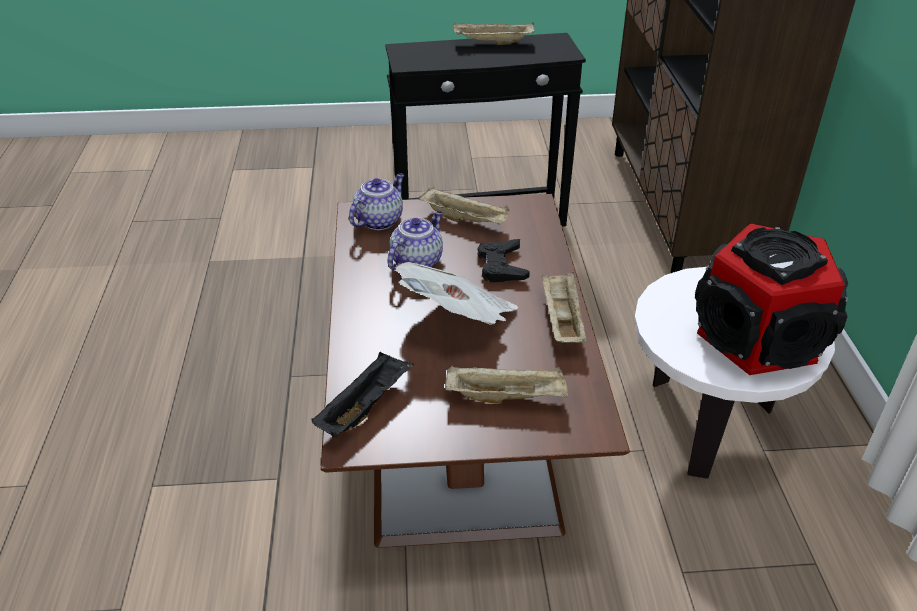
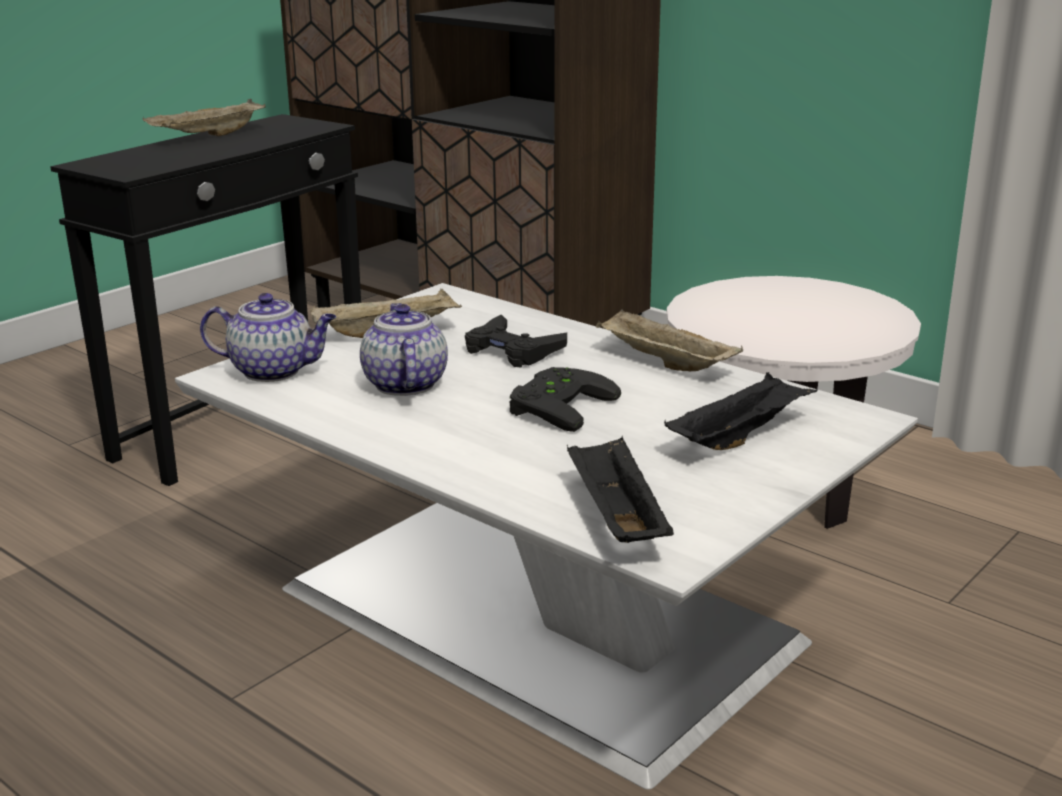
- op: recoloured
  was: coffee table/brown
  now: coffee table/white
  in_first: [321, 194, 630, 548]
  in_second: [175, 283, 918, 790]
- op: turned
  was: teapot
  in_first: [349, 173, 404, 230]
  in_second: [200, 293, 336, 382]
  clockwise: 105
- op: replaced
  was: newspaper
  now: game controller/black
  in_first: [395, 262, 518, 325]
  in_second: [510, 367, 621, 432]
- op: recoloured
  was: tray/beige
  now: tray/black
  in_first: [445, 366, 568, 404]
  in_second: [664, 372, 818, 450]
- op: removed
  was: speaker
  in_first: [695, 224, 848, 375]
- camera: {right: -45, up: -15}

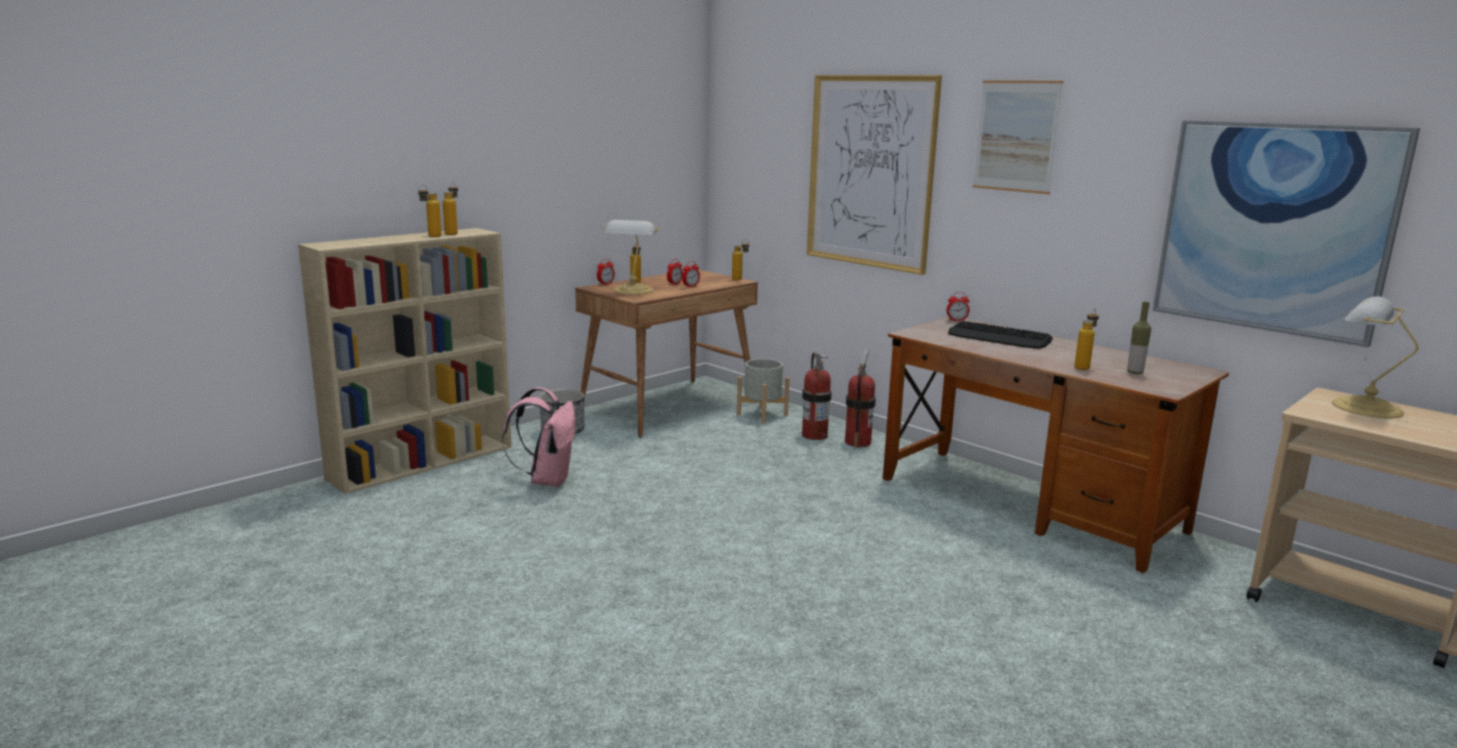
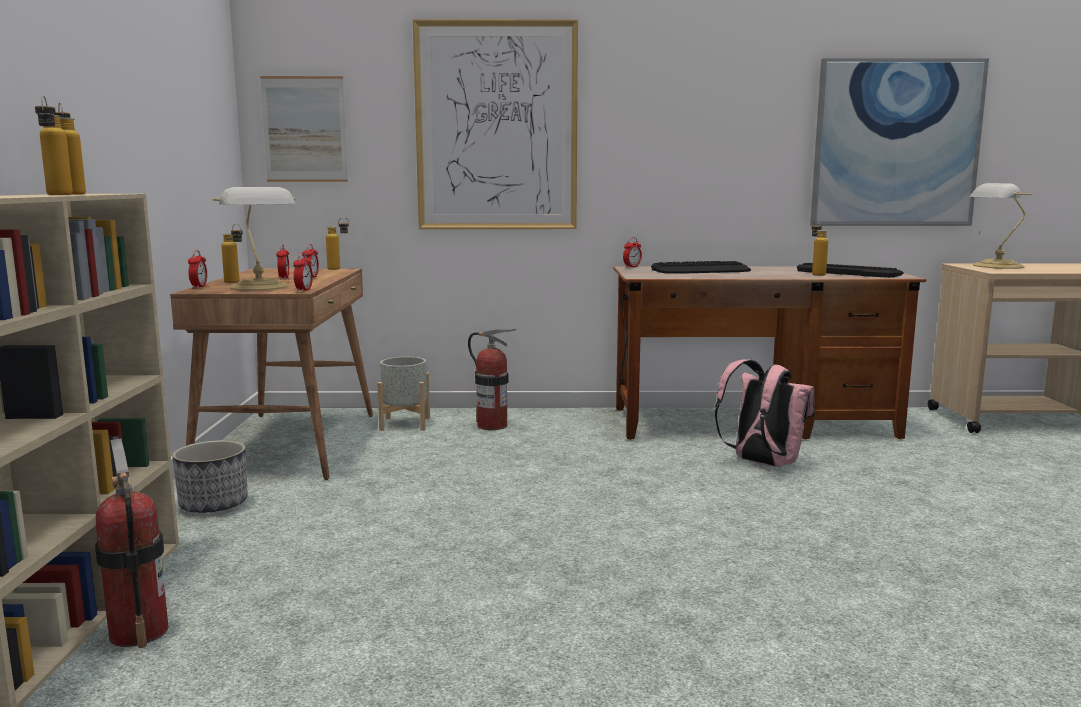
- op: moved
  was: backpack/pink
  in_first: [502, 387, 575, 487]
  in_second: [715, 359, 815, 467]
- op: moved
  was: fire extinguisher
  in_first: [845, 349, 876, 448]
  in_second: [95, 439, 168, 648]
- op: moved
  was: picture
  in_first: [973, 80, 1063, 194]
  in_second: [260, 76, 348, 182]
- op: replaced
  was: bottle
  now: keyboard
  in_first: [1127, 302, 1151, 374]
  in_second: [797, 263, 904, 278]
- op: added
  now: alarm clock
  in_second: [293, 252, 313, 292]
- camera: {right: -45, up: -5}

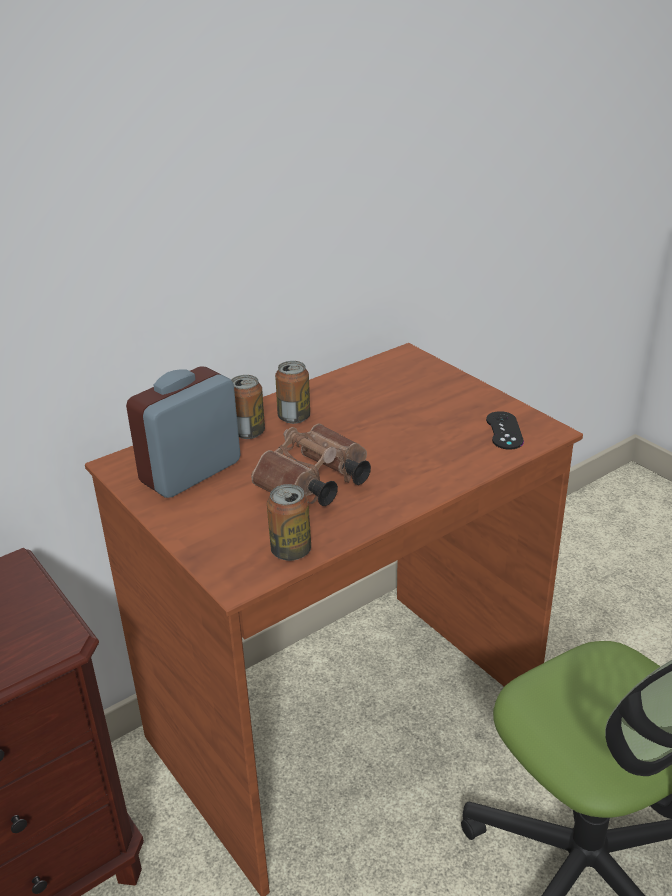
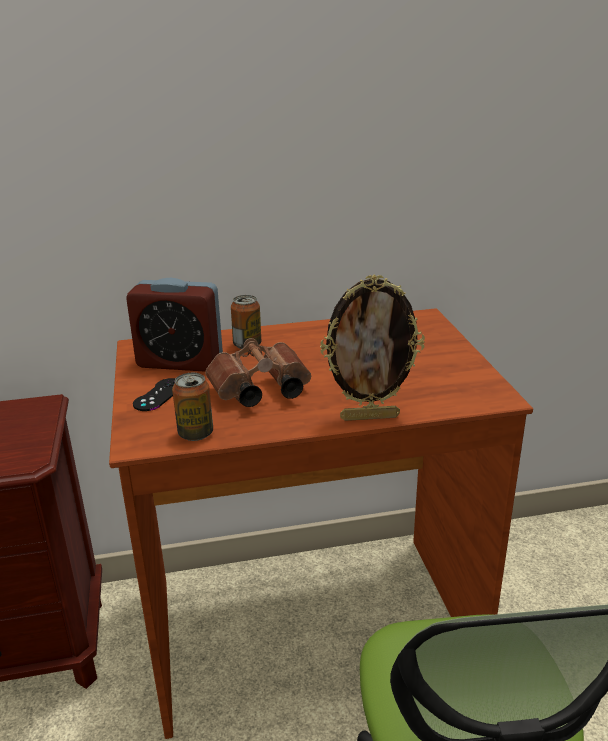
- op: turned
  was: alarm clock
  in_first: [126, 367, 241, 498]
  in_second: [126, 278, 223, 372]
  clockwise: -150
- op: removed
  was: can
  in_first: [275, 361, 310, 424]
- op: moved
  was: game controller/black
  in_first: [486, 411, 524, 450]
  in_second: [133, 378, 176, 411]
- op: added
  now: picture frame
  in_second: [320, 274, 425, 421]
- camera: {right: 25, up: -5}

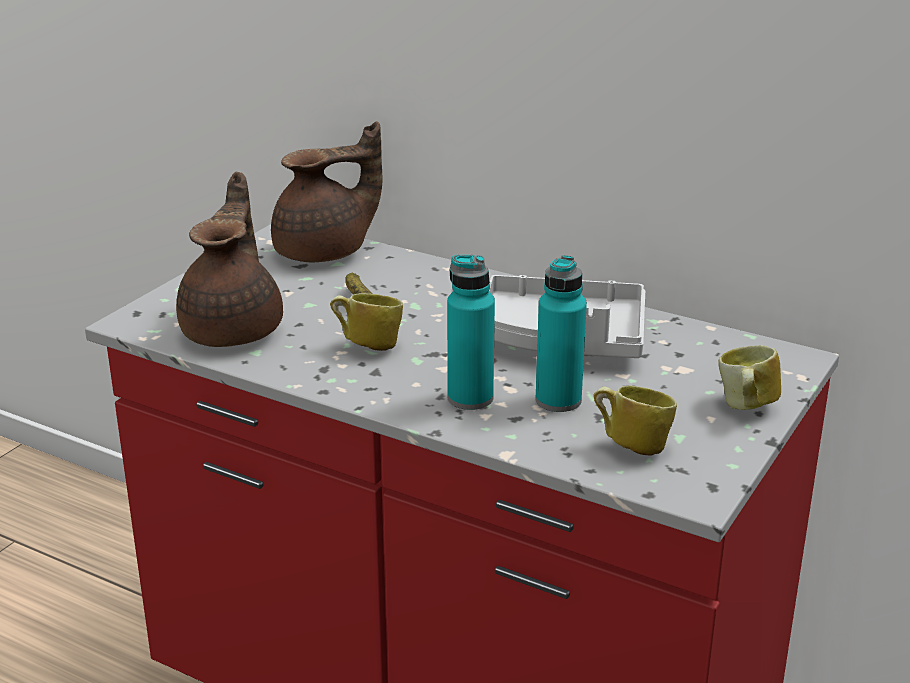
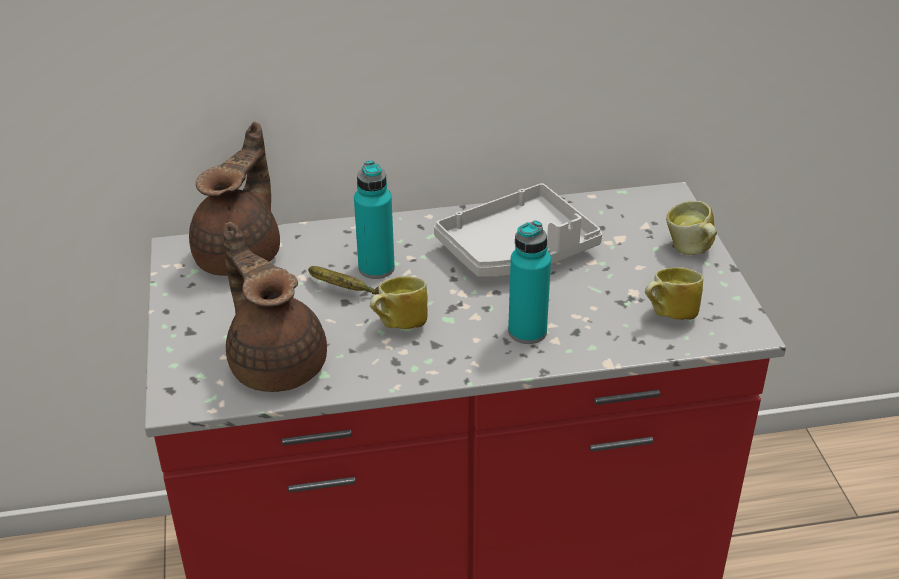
- op: moved
  was: bottle/turquoise
  in_first: [536, 255, 587, 412]
  in_second: [354, 161, 395, 279]
- camera: {right: -40, up: 10}

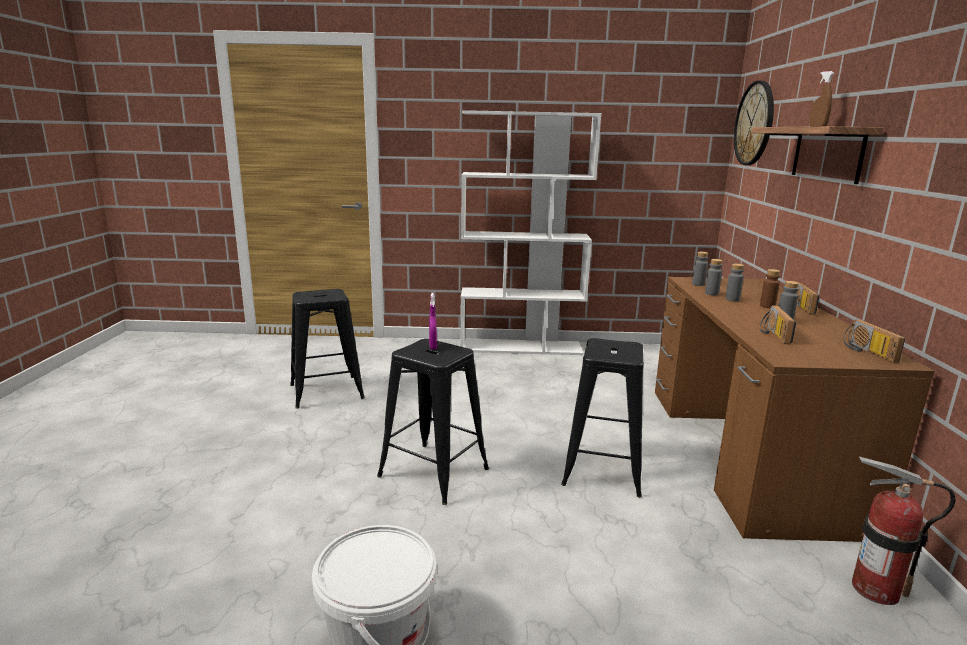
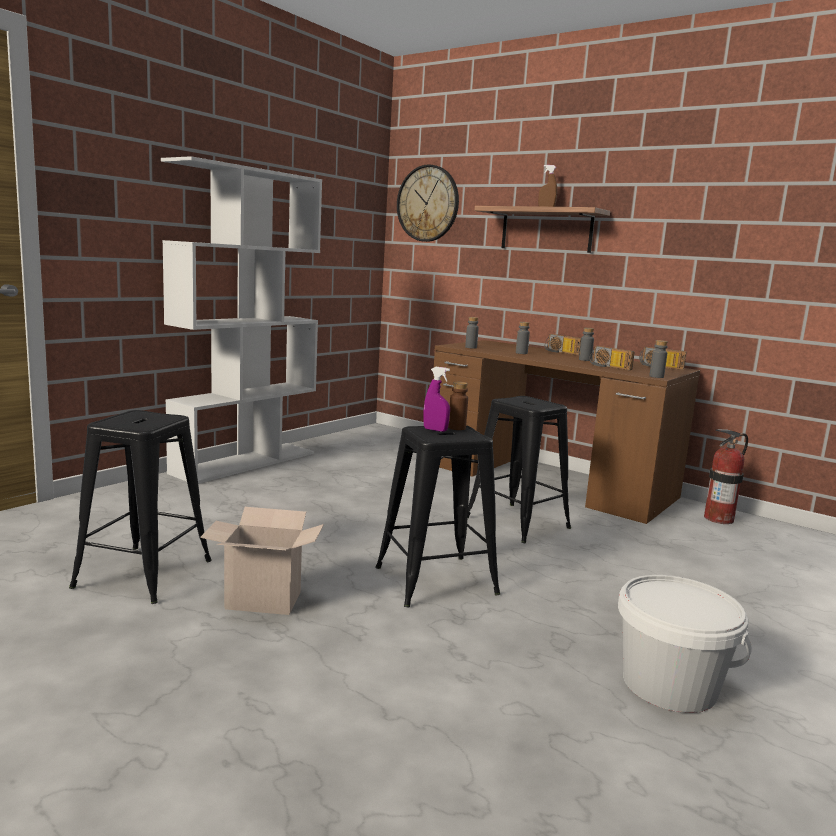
- op: moved
  was: bottle/grey
  in_first: [705, 259, 723, 295]
  in_second: [649, 340, 668, 378]
- op: moved
  was: bottle/brown
  in_first: [760, 269, 780, 308]
  in_second: [448, 382, 468, 430]
- op: added
  now: cardboard box
  in_second: [200, 507, 324, 615]
- camera: {right: -55, up: -5}

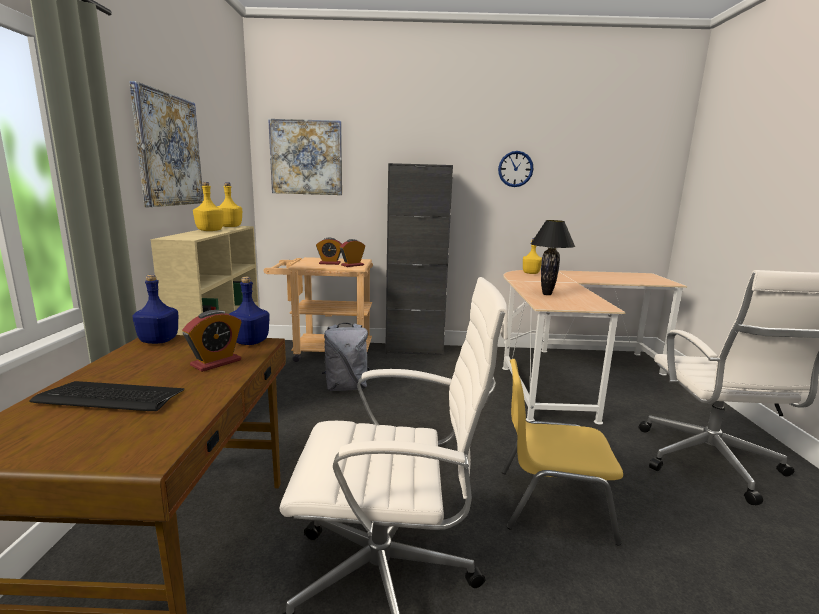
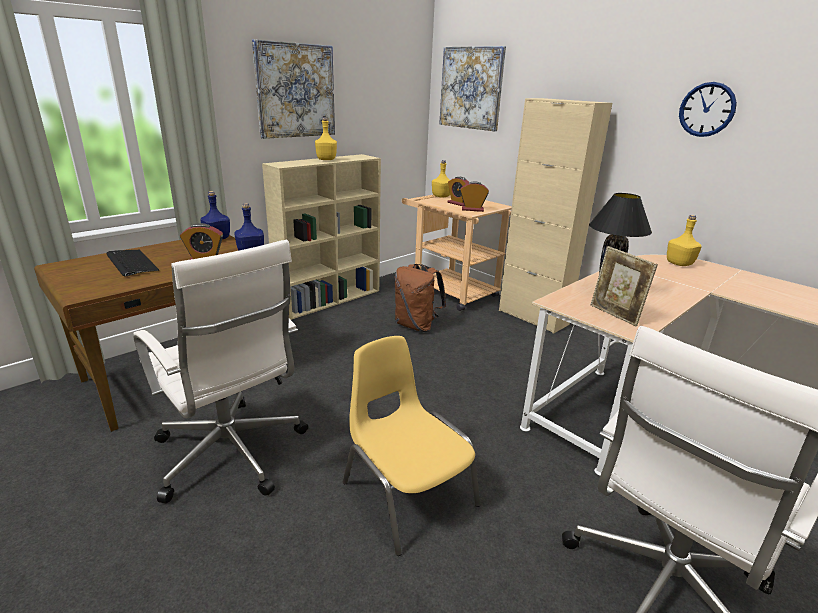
- op: moved
  was: bottle/yellow
  in_first: [217, 182, 242, 227]
  in_second: [432, 160, 450, 197]
- op: recoloured
  was: backpack/grey
  now: backpack/brown
  in_first: [322, 323, 370, 391]
  in_second: [395, 264, 446, 332]
- op: recoloured
  was: cabinet/black
  now: cabinet/beige
  in_first: [385, 163, 453, 356]
  in_second: [499, 98, 612, 334]
- op: added
  now: picture frame
  in_second: [591, 246, 658, 326]
- camera: {right: 45, up: 10}

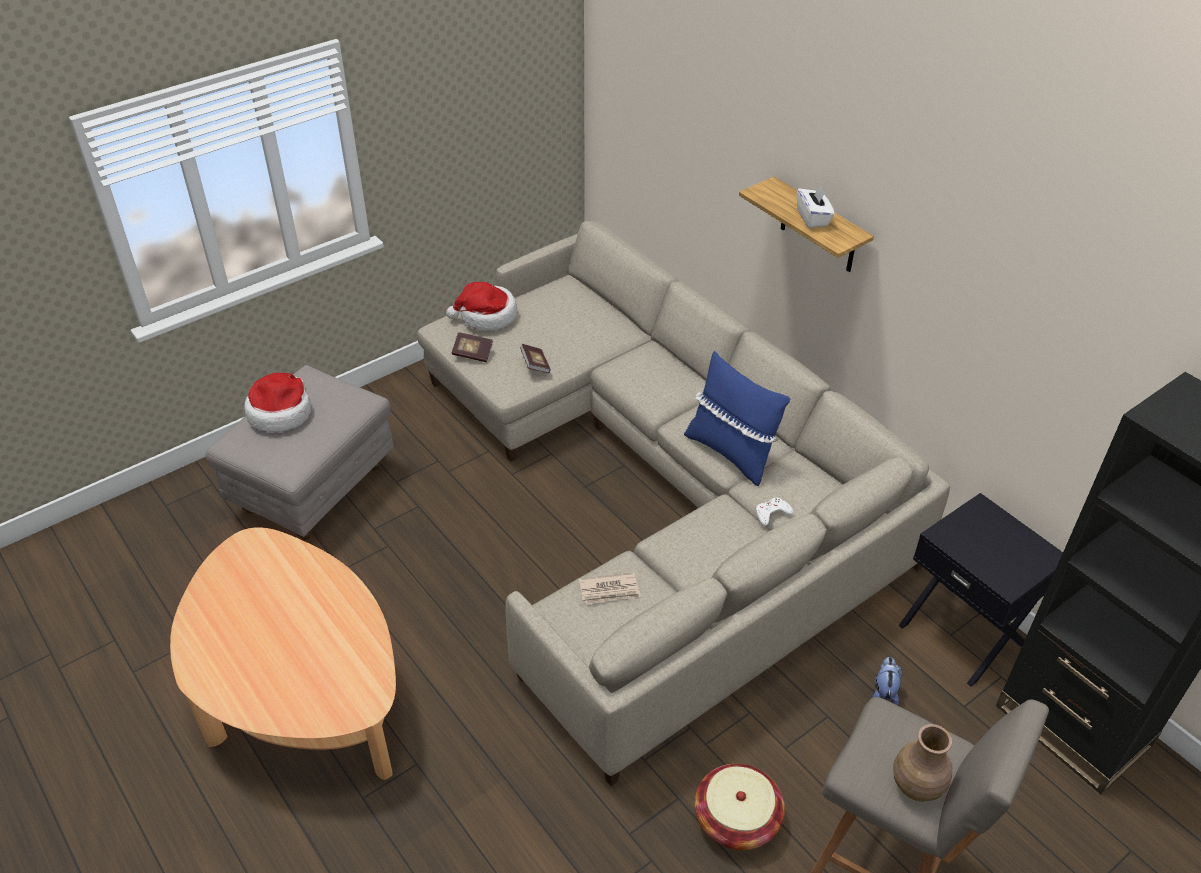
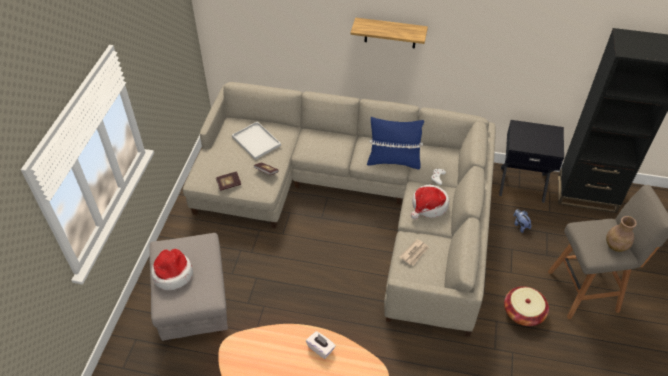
- op: moved
  was: hat
  in_first: [446, 282, 517, 331]
  in_second: [411, 185, 449, 219]
- op: moved
  was: tissue box/white
  in_first: [797, 185, 835, 228]
  in_second: [306, 331, 336, 359]
- op: added
  now: tray/white
  in_second: [232, 121, 281, 160]
- camera: {right: -40, up: 5}

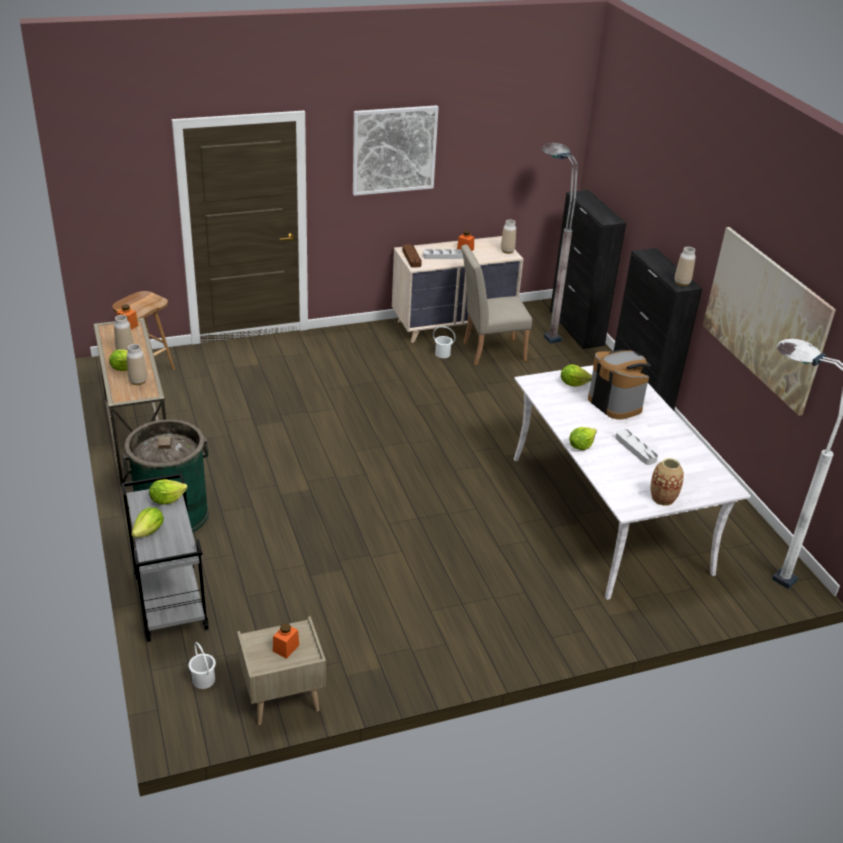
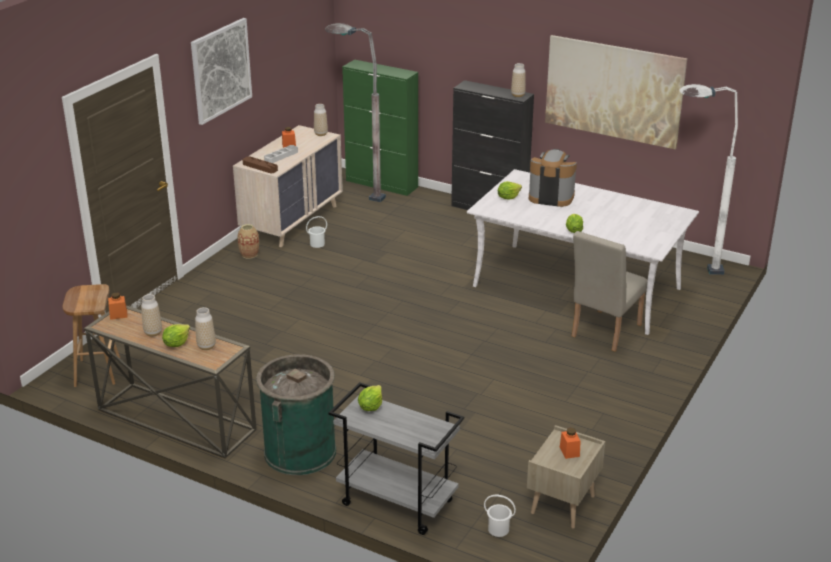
- op: removed
  was: lettuce
  in_first: [131, 508, 164, 538]
- op: moved
  was: chair/beige
  in_first: [461, 245, 532, 365]
  in_second: [572, 231, 648, 352]
- op: recoloured
  was: cabinet/black
  now: cabinet/green
  in_first: [550, 190, 626, 349]
  in_second: [342, 59, 418, 196]
- op: removed
  was: tray/grey
  in_first: [615, 429, 658, 465]
- op: moved
  was: vase
  in_first: [651, 458, 684, 506]
  in_second: [237, 224, 259, 259]
- camera: {right: -40, up: -5}

